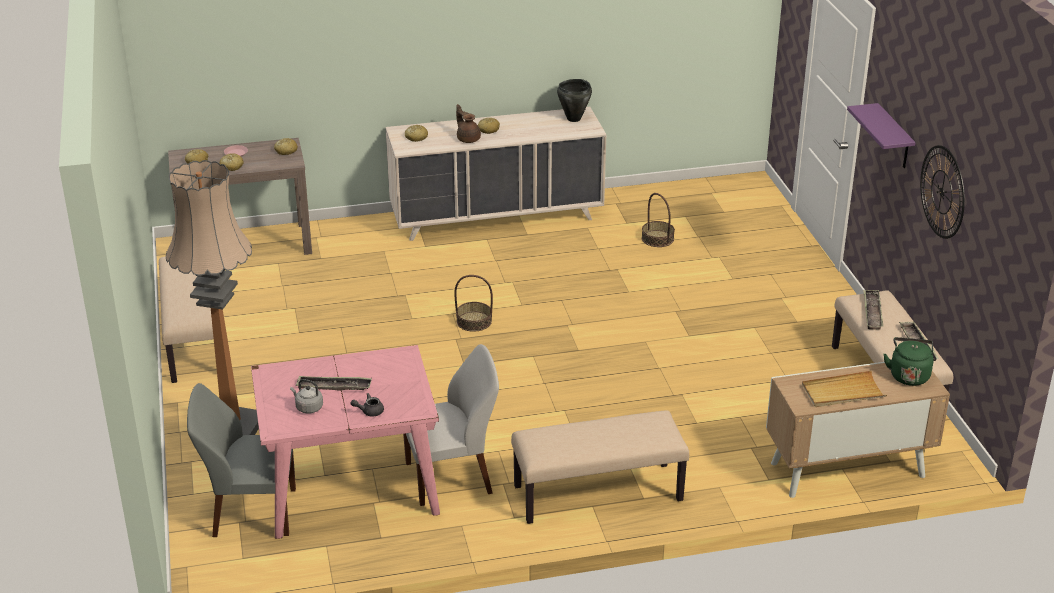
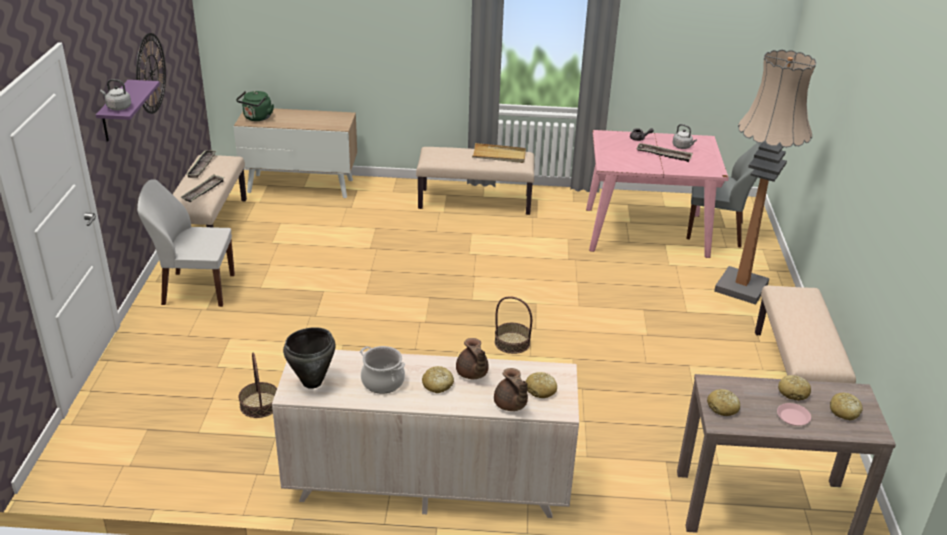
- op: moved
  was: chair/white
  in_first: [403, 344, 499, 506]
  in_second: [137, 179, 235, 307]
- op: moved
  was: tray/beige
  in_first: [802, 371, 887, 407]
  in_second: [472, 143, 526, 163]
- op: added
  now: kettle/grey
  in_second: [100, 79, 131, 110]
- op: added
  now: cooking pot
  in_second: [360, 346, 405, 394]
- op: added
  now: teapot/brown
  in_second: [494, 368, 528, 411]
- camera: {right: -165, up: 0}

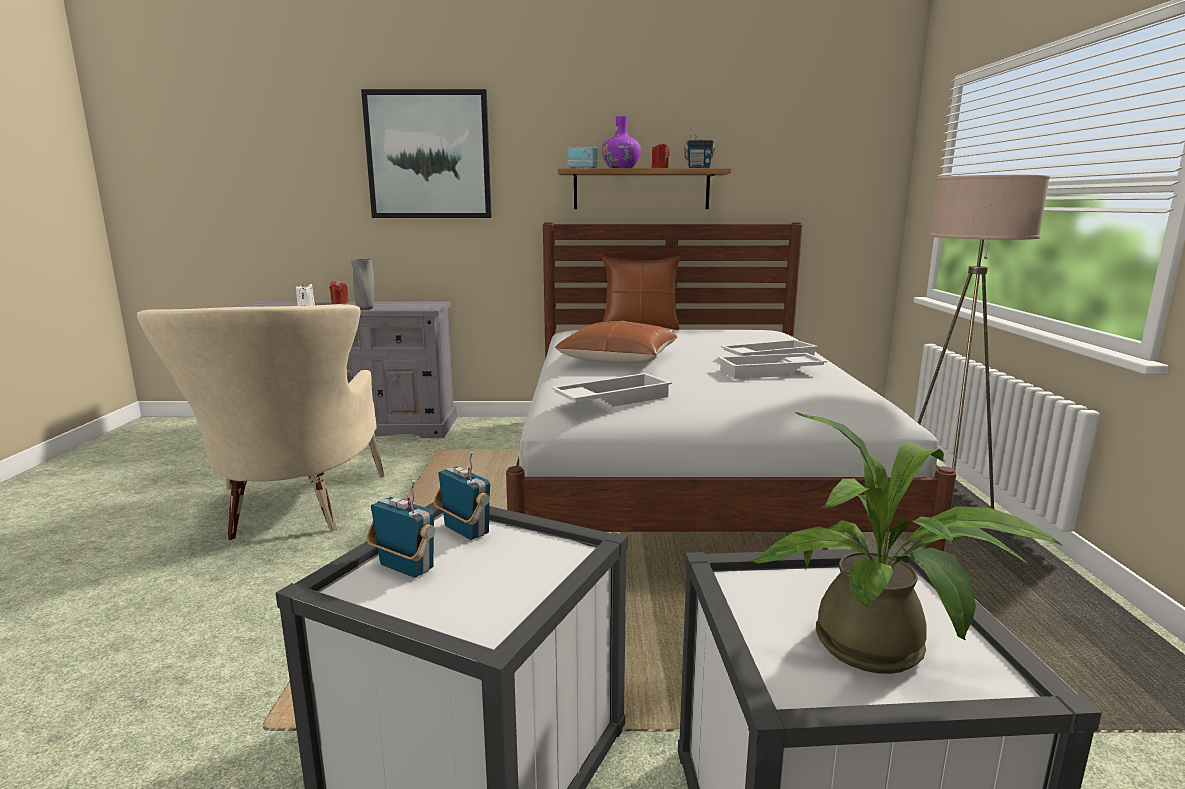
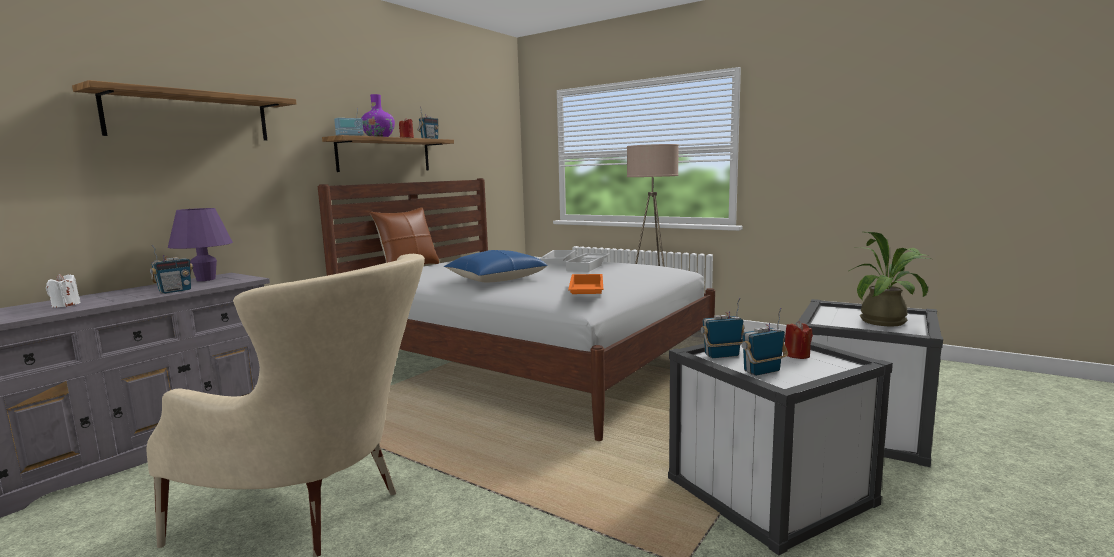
- op: moved
  was: candle/red
  in_first: [330, 280, 349, 304]
  in_second: [785, 321, 813, 359]
- op: replaced
  was: vase/grey
  now: radio
  in_first: [351, 259, 374, 310]
  in_second: [150, 244, 193, 294]
- op: replaced
  was: picture
  now: shelf
  in_first: [361, 89, 492, 218]
  in_second: [72, 80, 296, 140]
- op: recoloured
  was: tray/white
  now: tray/orange
  in_first: [551, 373, 672, 407]
  in_second: [568, 274, 603, 294]
- op: recoloured
  was: pillow/brown
  now: pillow/blue
  in_first: [555, 321, 678, 364]
  in_second: [444, 250, 548, 282]
- op: added
  now: table lamp/purple
  in_second: [168, 208, 233, 281]
- camera: {right: -55, up: -5}

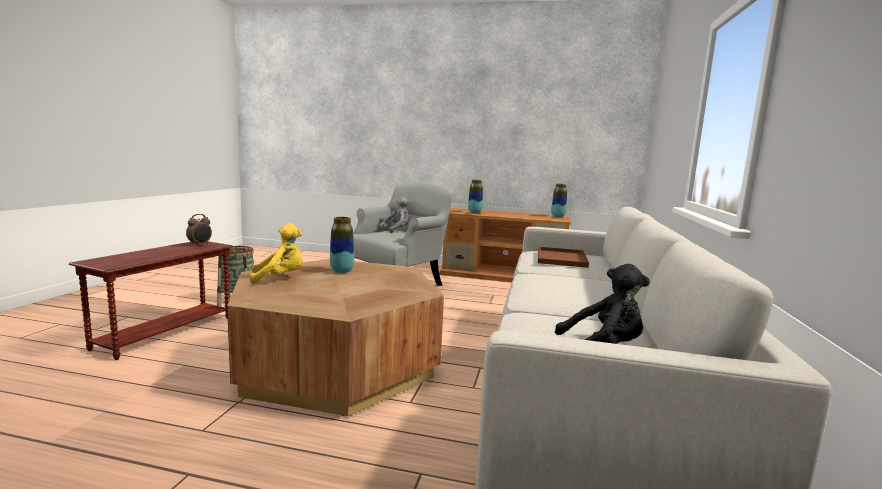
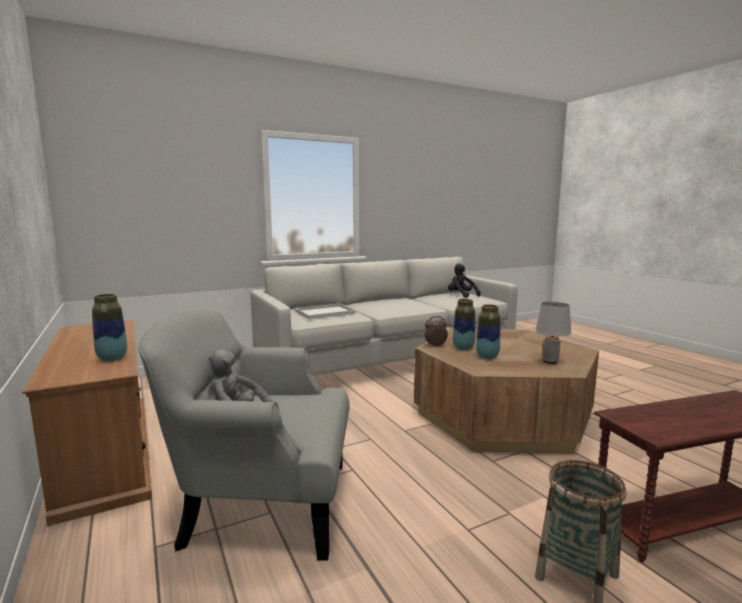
- op: moved
  was: alarm clock
  in_first: [186, 214, 212, 246]
  in_second: [424, 316, 448, 347]
- op: replaced
  was: plush toy/yellow
  now: table lamp/grey
  in_first: [250, 223, 303, 284]
  in_second: [536, 302, 571, 364]
- op: recoloured
  was: tray/brown
  now: tray/white
  in_first: [538, 246, 589, 268]
  in_second: [295, 303, 356, 319]
- op: moved
  was: vase
  in_first: [551, 184, 567, 218]
  in_second: [453, 299, 475, 350]
- camera: {right: -130, up: 0}

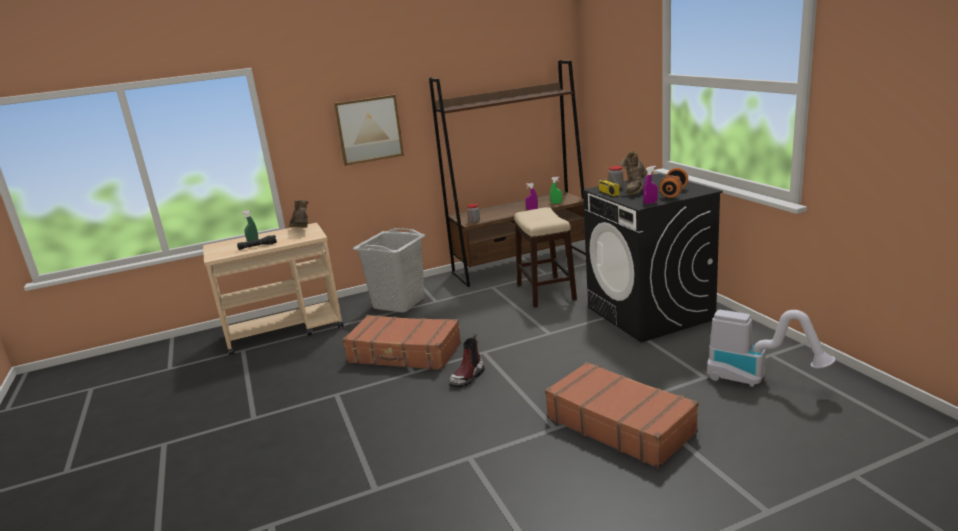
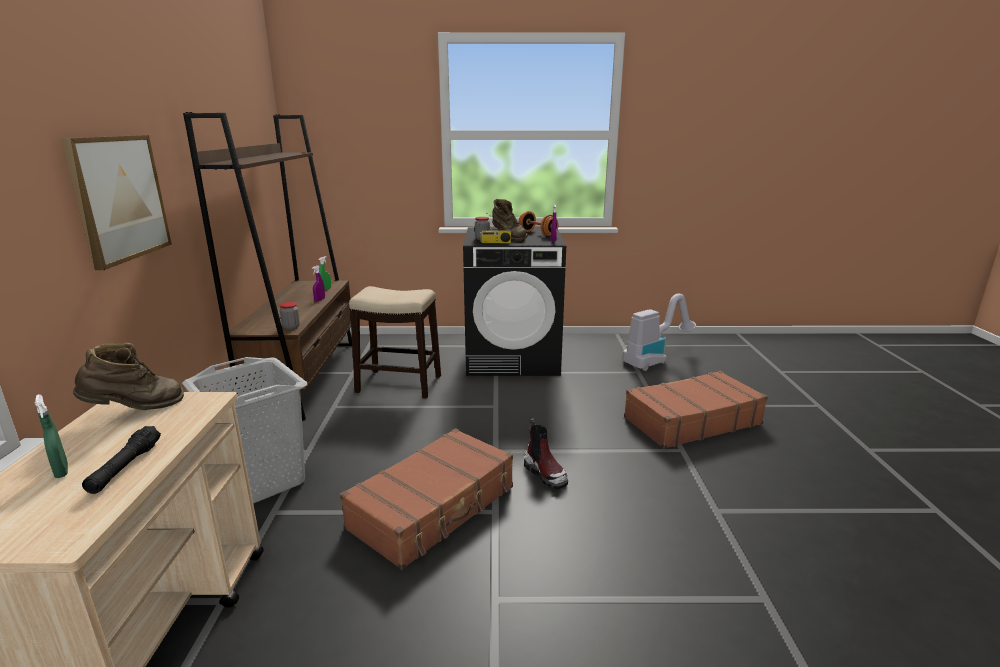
- op: turned
  was: boot/brown
  in_first: [289, 200, 309, 228]
  in_second: [73, 343, 184, 410]
  clockwise: 150
- camera: {right: -70, up: 0}

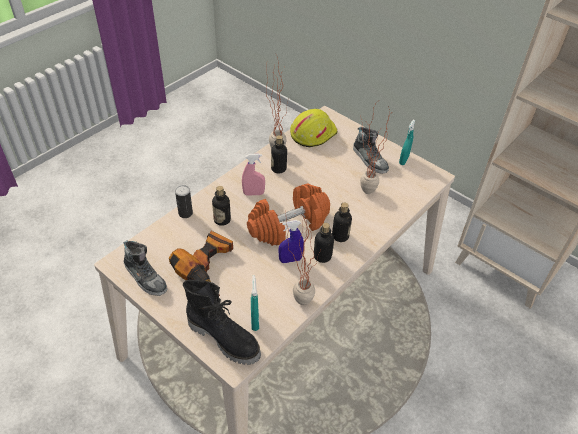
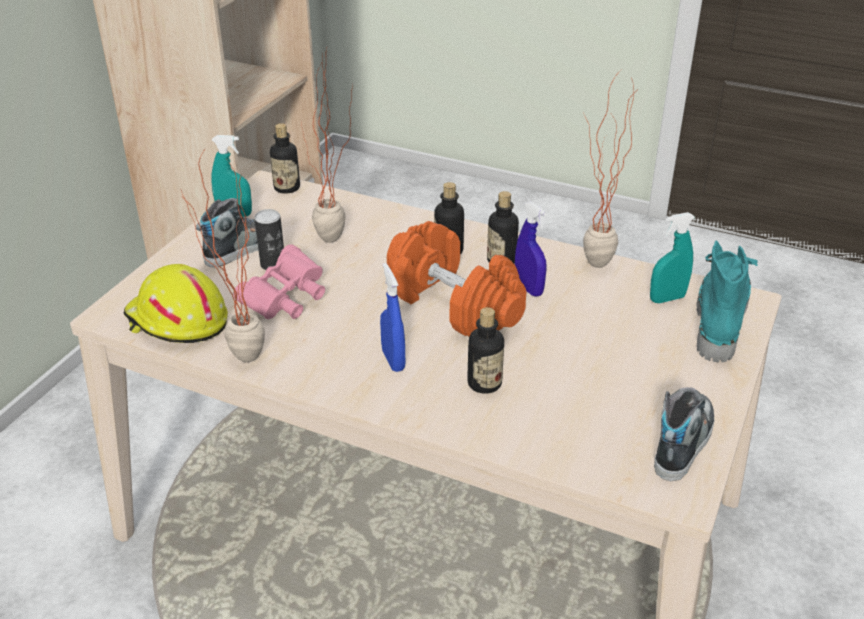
- op: removed
  was: power drill
  in_first: [169, 231, 233, 296]
- op: moved
  was: can
  in_first: [175, 185, 193, 218]
  in_second: [254, 209, 284, 270]
- op: recoloured
  was: boot/black
  now: boot/turquoise
  in_first: [183, 280, 261, 365]
  in_second: [697, 240, 758, 363]
- op: recoloured
  was: spray bottle/pink
  now: spray bottle/blue
  in_first: [242, 154, 265, 196]
  in_second: [380, 263, 405, 372]
- op: moved
  was: bottle
  in_first: [271, 135, 287, 173]
  in_second: [270, 123, 300, 194]
- op: added
  now: binoculars/pink
  in_second: [233, 244, 325, 319]
- camera: {right: -105, up: -10}

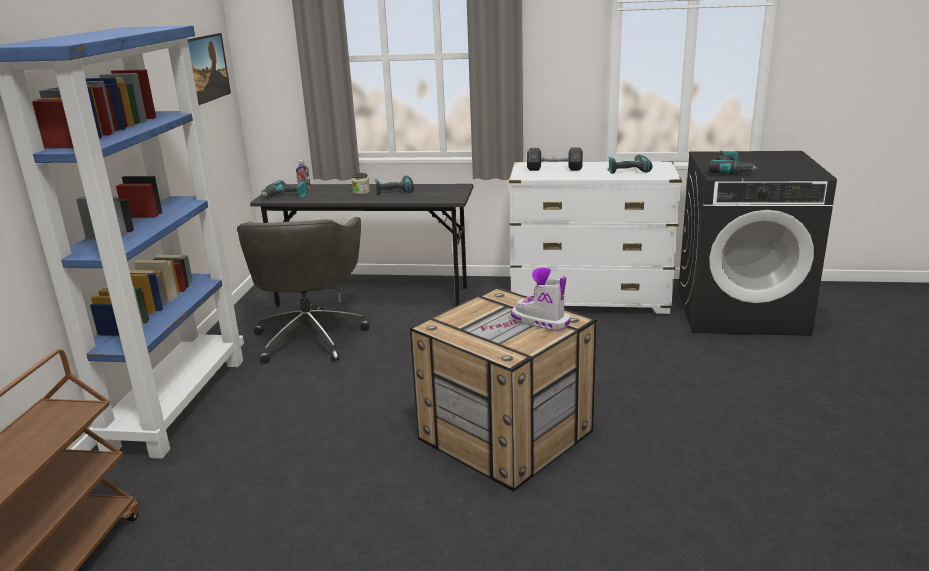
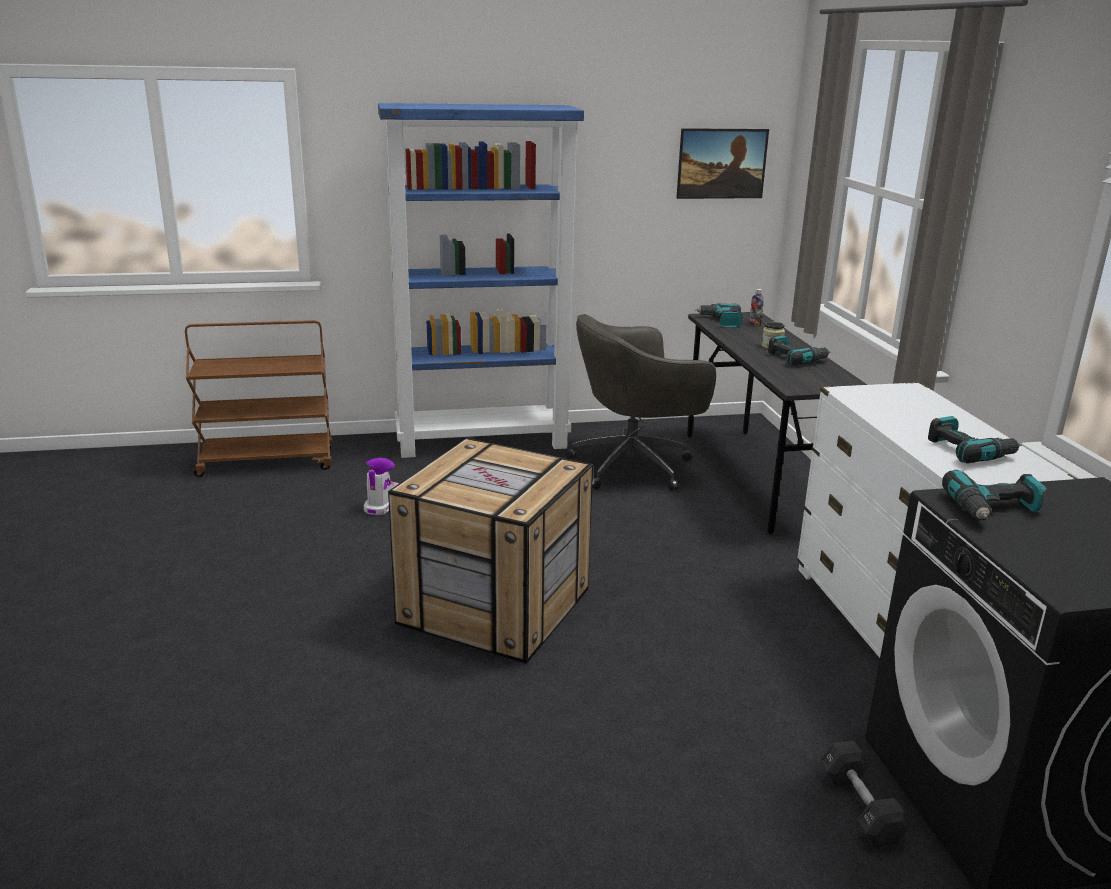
- op: moved
  was: boot
  in_first: [511, 268, 570, 331]
  in_second: [363, 458, 399, 515]
- op: moved
  was: dumbbell/black
  in_first: [527, 147, 583, 171]
  in_second: [819, 740, 912, 848]
- camera: {right: 70, up: 0}

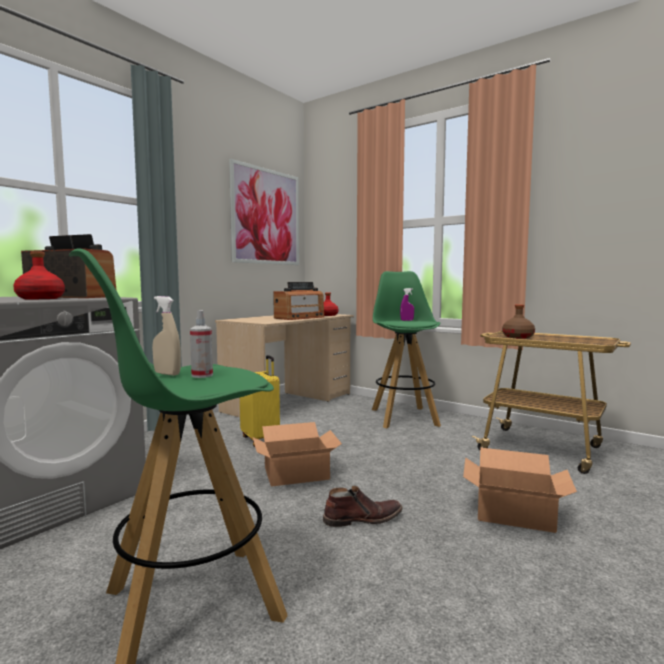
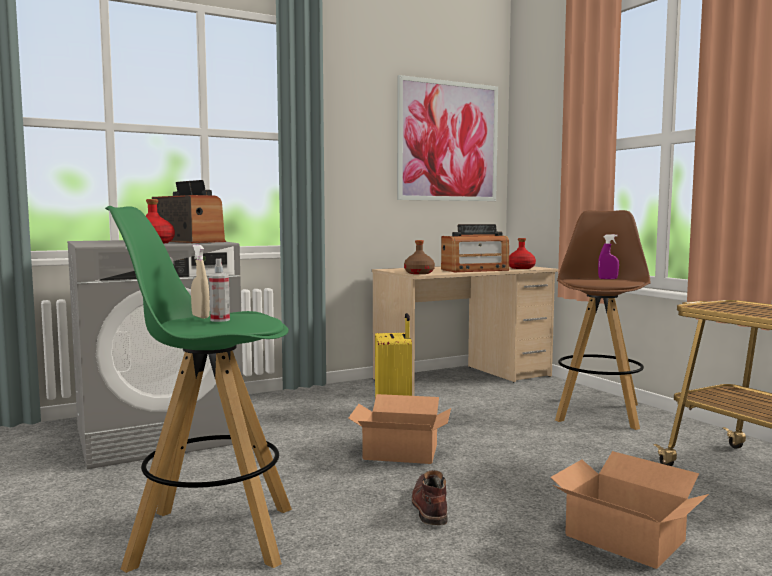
- op: turned
  was: boot/brown
  in_first: [323, 486, 403, 527]
  in_second: [412, 470, 447, 525]
  clockwise: -105
- op: recoloured
  was: stool/green
  now: stool/brown
  in_first: [372, 271, 441, 428]
  in_second: [555, 210, 651, 430]
- op: moved
  was: bottle/brown
  in_first: [502, 304, 535, 339]
  in_second: [404, 240, 435, 274]
- camera: {right: 25, up: 0}

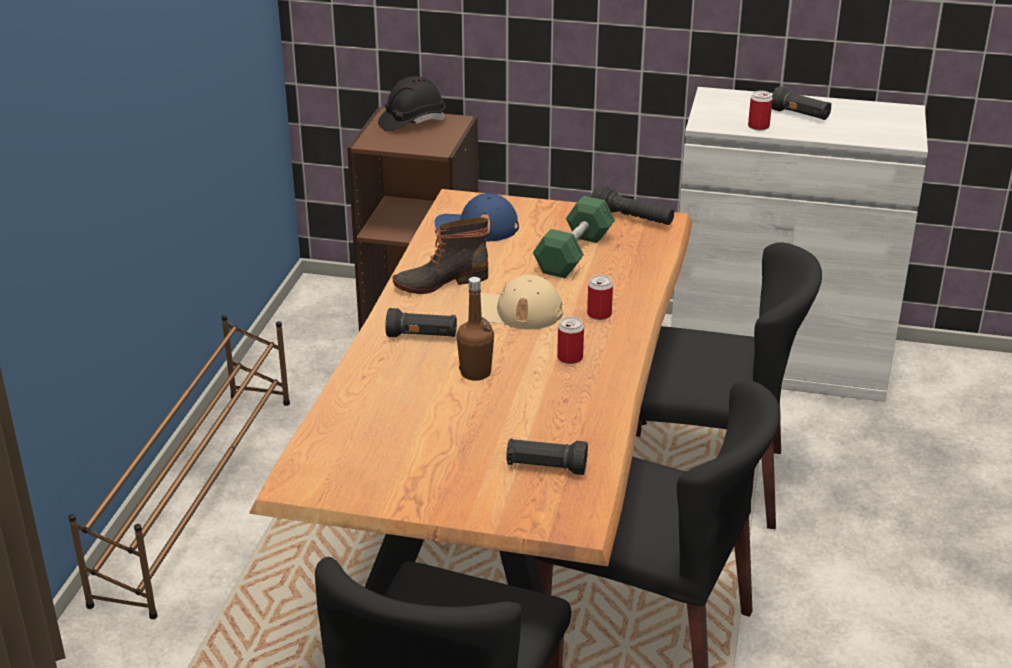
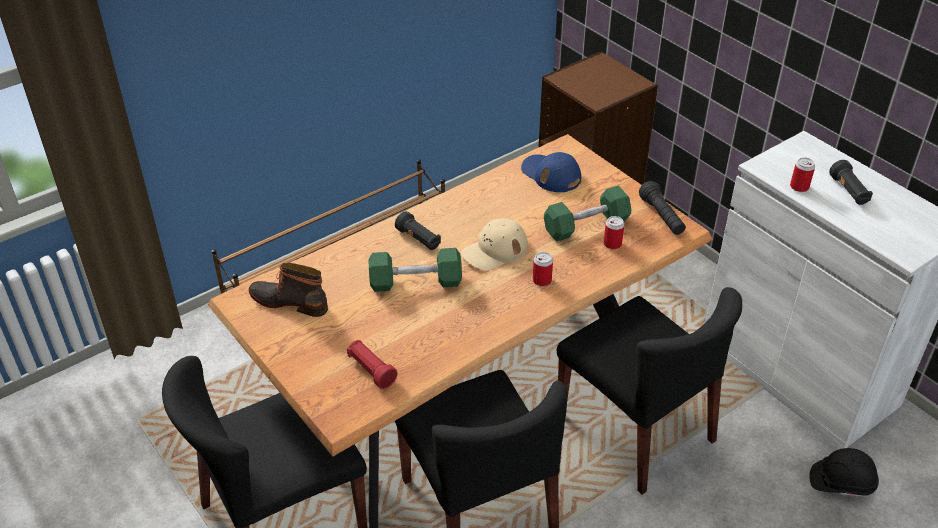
- op: moved
  was: hard hat/black
  in_first: [378, 76, 445, 132]
  in_second: [809, 448, 879, 497]
- op: moved
  was: boot
  in_first: [393, 217, 489, 294]
  in_second: [249, 263, 328, 317]
- op: replaced
  was: bottle/brown
  now: dumbbell/green
  in_first: [456, 277, 494, 381]
  in_second: [368, 248, 462, 292]
- op: turned
  was: cap/beige
  in_first: [480, 275, 563, 329]
  in_second: [461, 218, 528, 271]
  clockwise: -90
- op: recoloured
  was: flashlight/black
  now: flashlight/red
  in_first: [506, 438, 588, 475]
  in_second: [347, 340, 397, 389]
- op: moved
  was: can
  in_first: [557, 317, 584, 364]
  in_second: [604, 216, 625, 249]
- camera: {right: 40, up: 10}

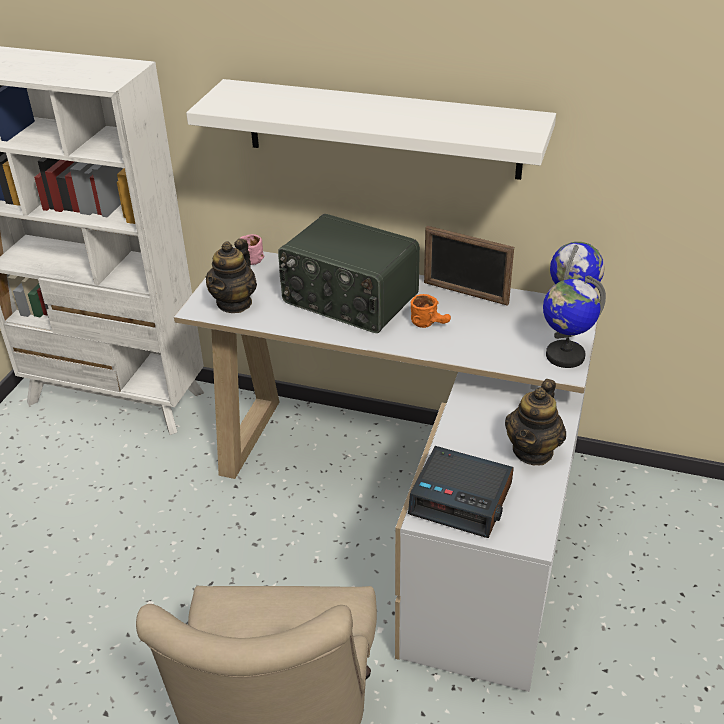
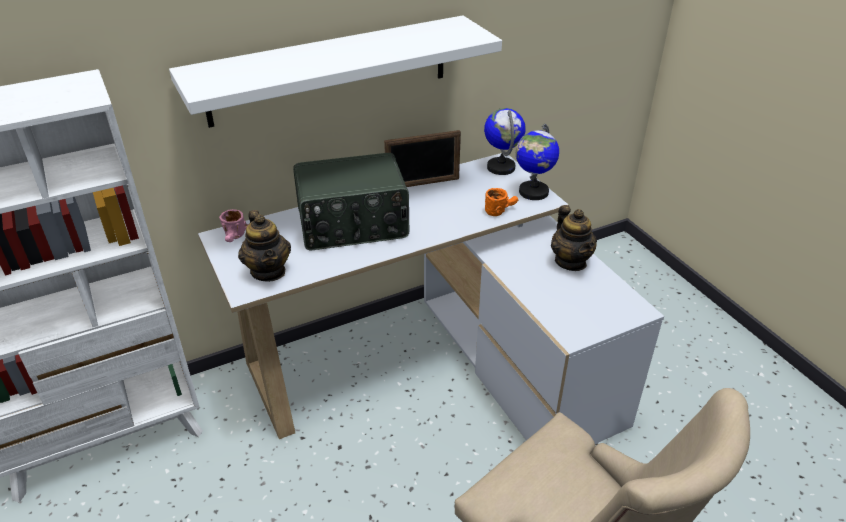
- op: removed
  was: alarm clock
  in_first: [408, 446, 514, 538]
- op: moved
  was: mug/orange
  in_first: [411, 294, 451, 328]
  in_second: [485, 188, 518, 216]
- camera: {right: -45, up: 0}

